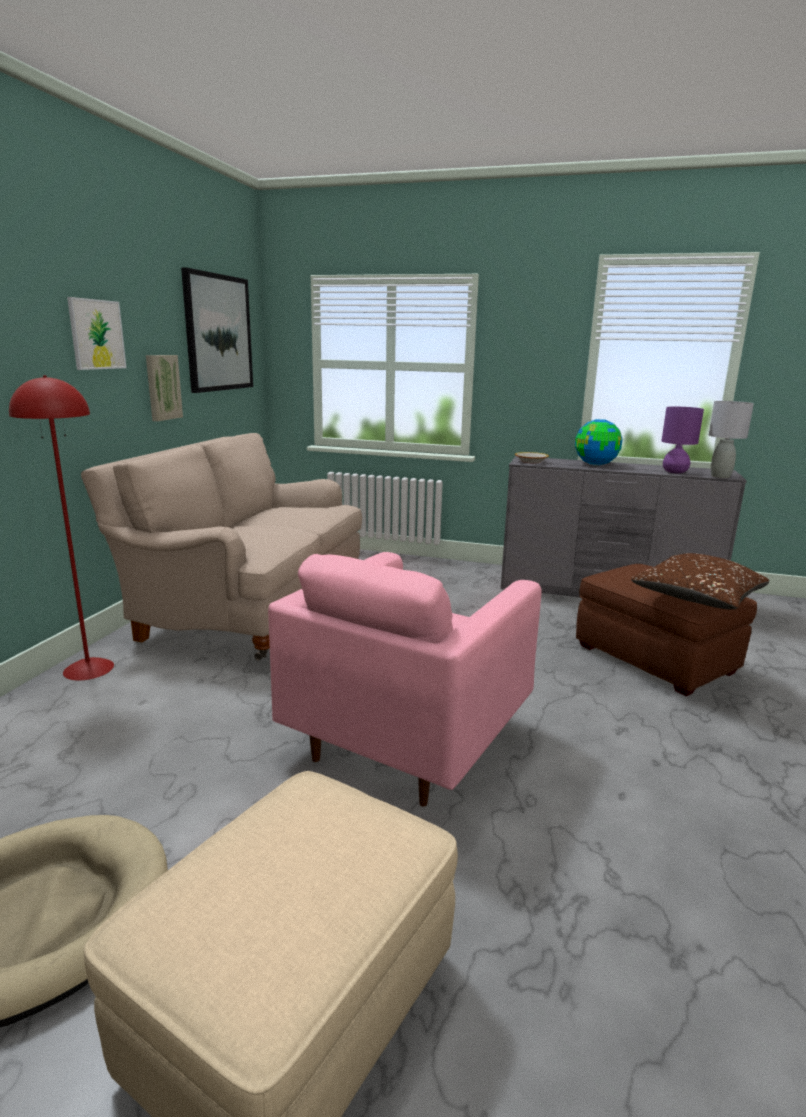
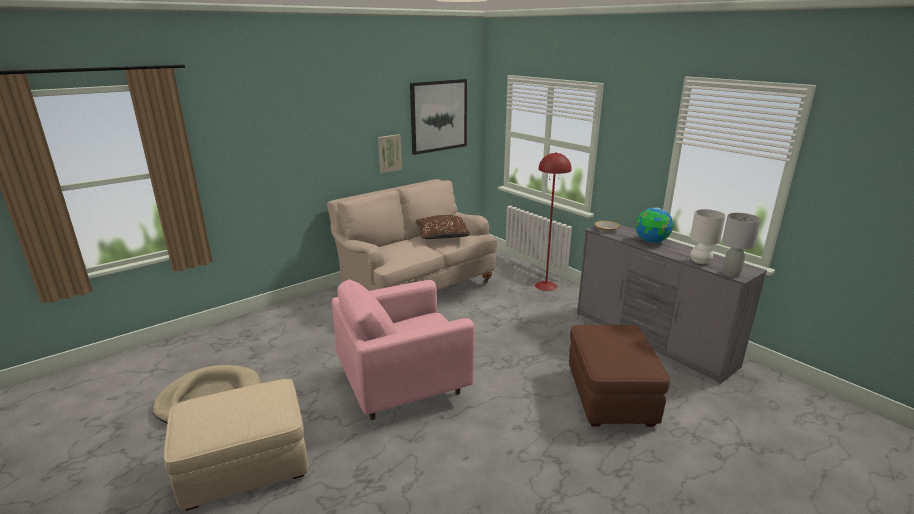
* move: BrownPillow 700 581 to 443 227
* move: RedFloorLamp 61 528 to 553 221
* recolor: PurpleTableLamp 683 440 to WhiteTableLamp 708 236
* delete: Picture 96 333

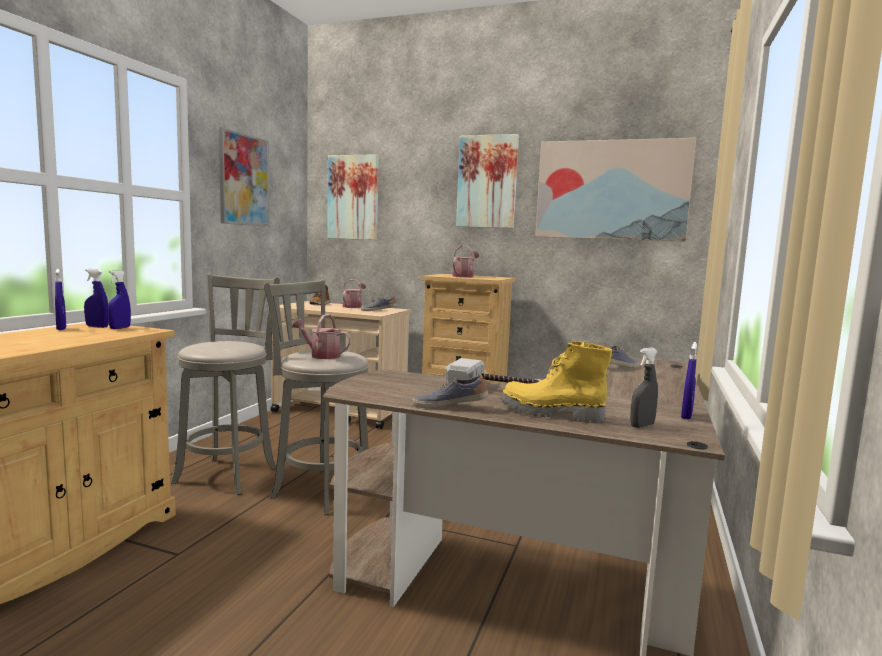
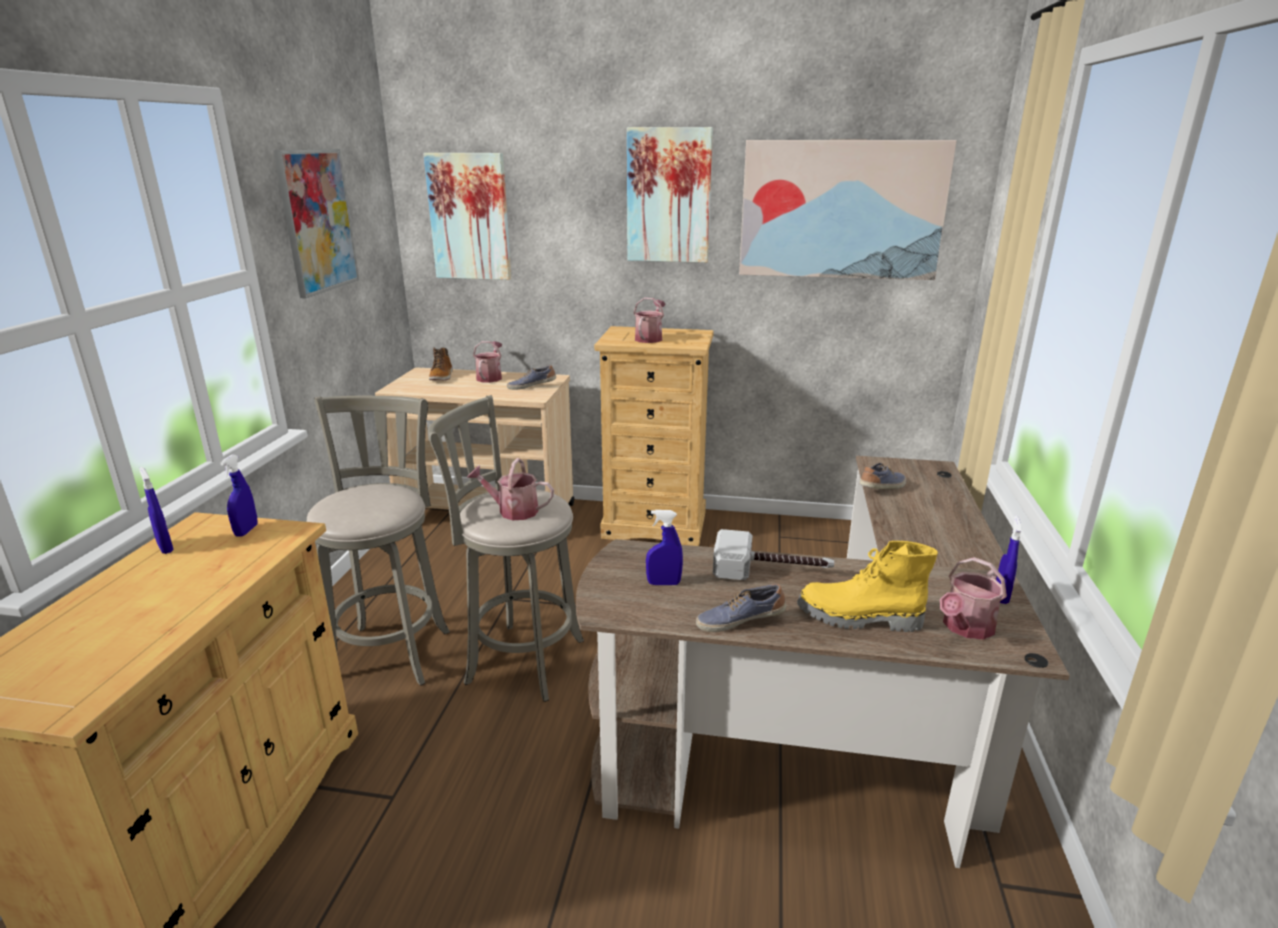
* move: BlueSprayBottle 96 298 to 664 547
* replace: GreySprayBottle 644 388 to WateringCan 973 598

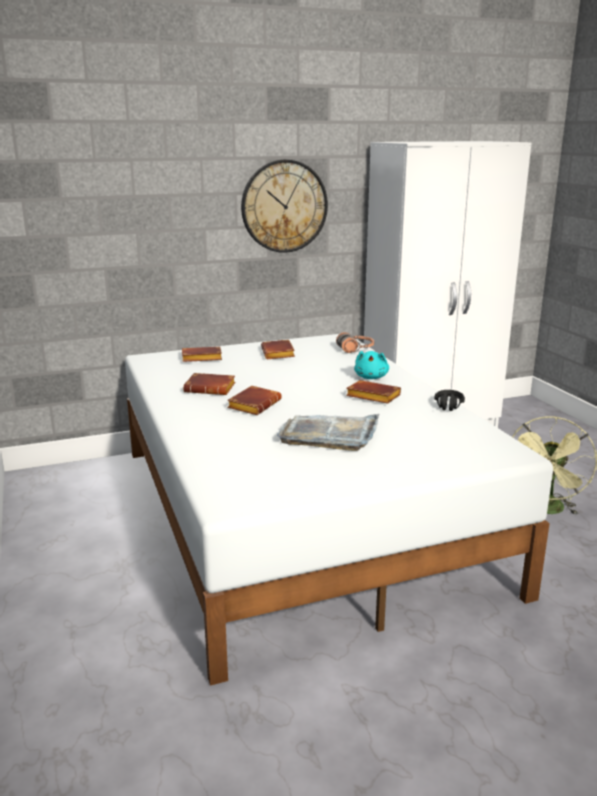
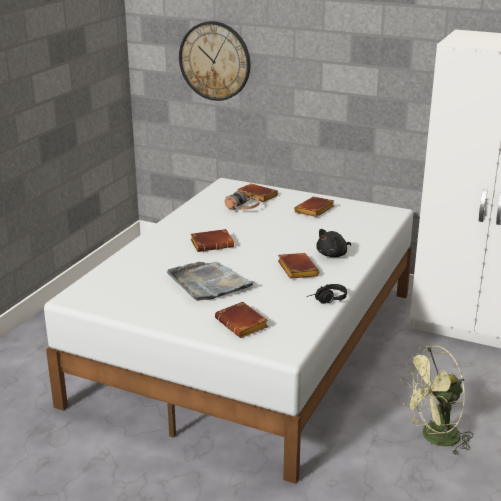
* move: WallClock 284 206 to 215 61
* move: BrownBook 209 384 to 241 320
* move: Headphones 355 342 to 242 200
* recolor: TurquoisePlushToy 371 365 to BlackPlushToy 333 243

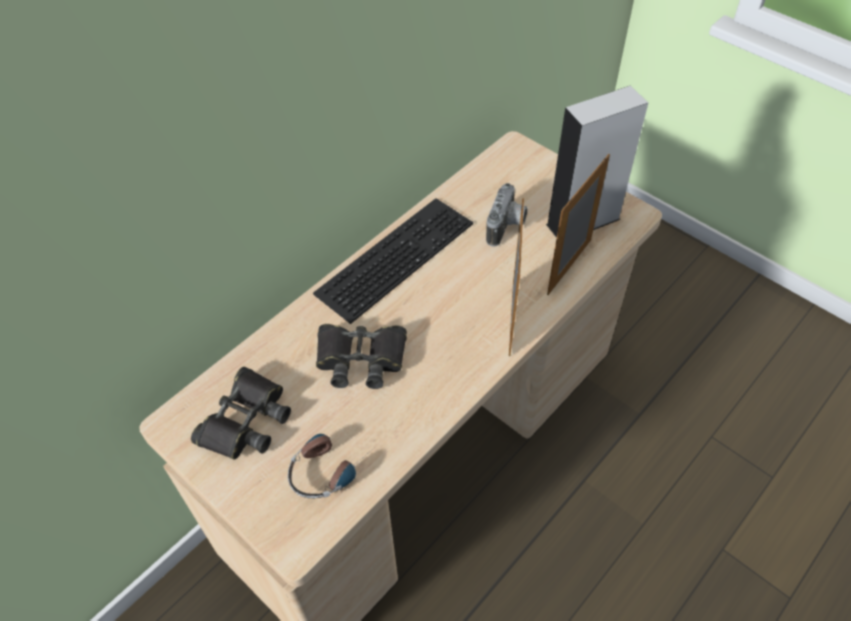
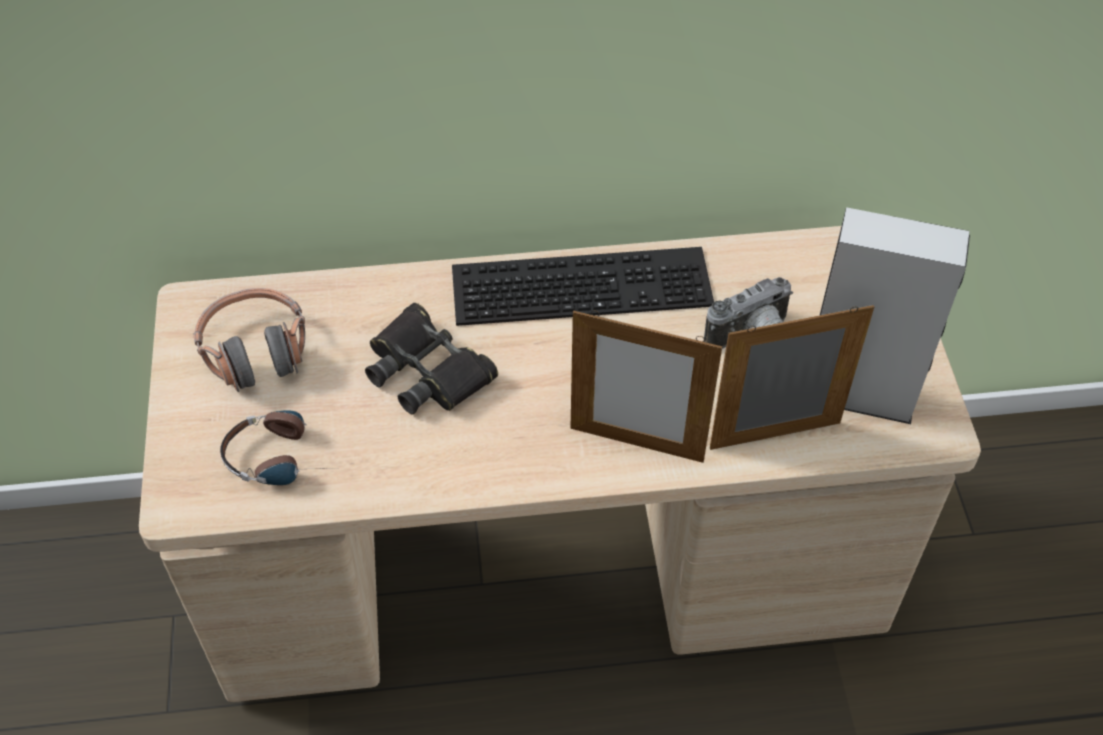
* replace: BlackBinoculars 241 413 to Headphones 249 340
* rotate: PictureFrame 516 277 = 646 387 60 degrees clockwise

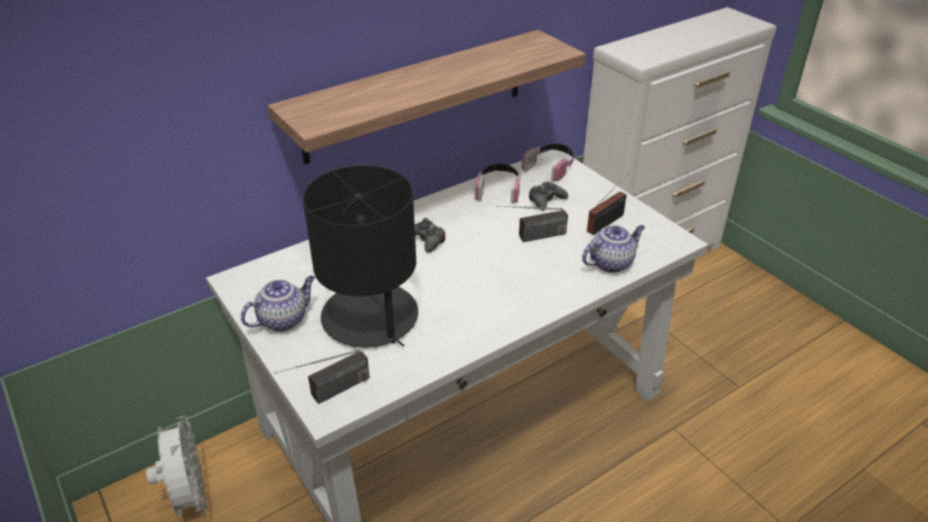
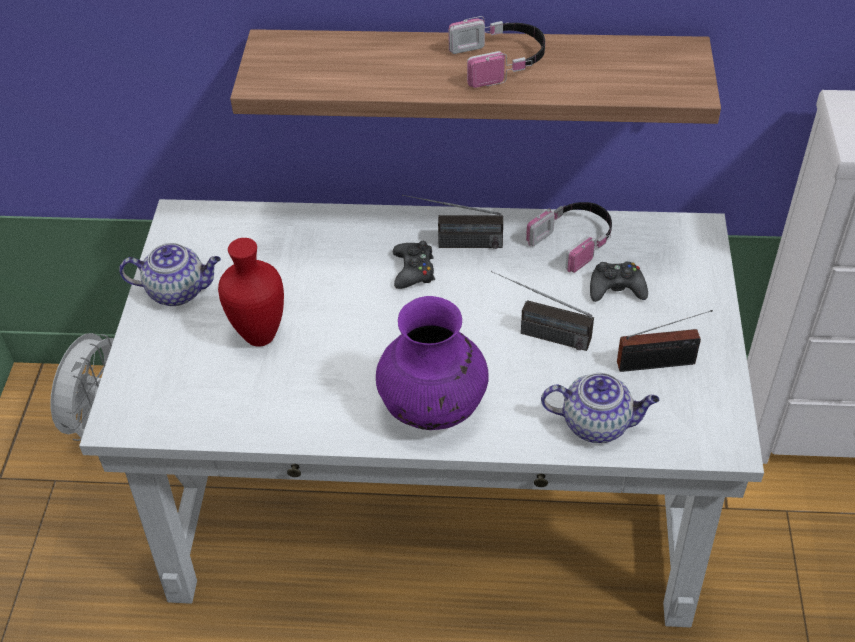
* replace: BlackTableLamp 360 256 to RedVase 251 292
* insert: PurpleVase 432 363
* move: Radio 322 377 to 452 221
* move: Headphones 548 163 to 496 52

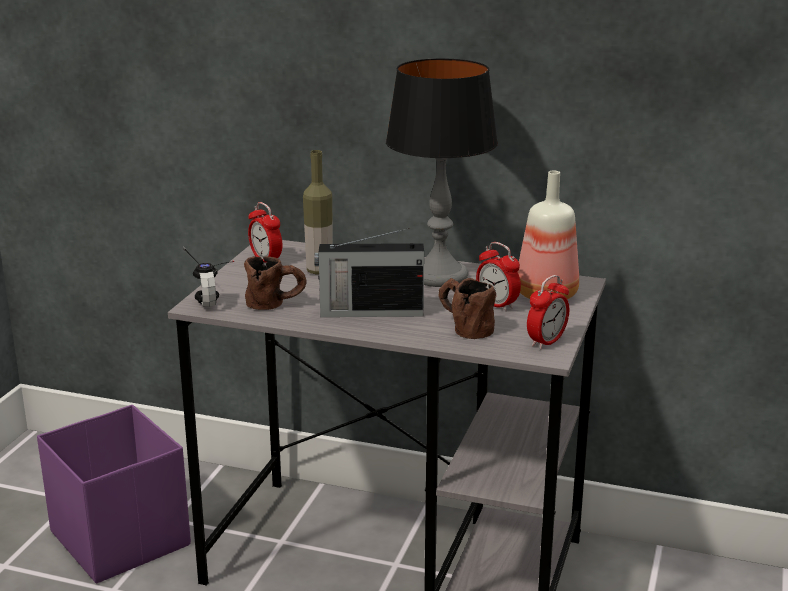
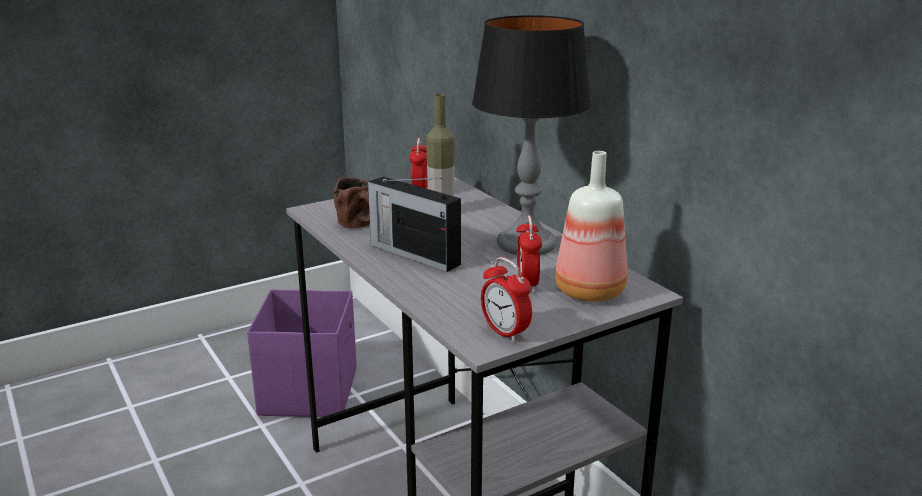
* rotate: AlarmClock 548 312 = 506 299 60 degrees clockwise
* delete: Headphones 208 276
* delete: BrownMug 467 308

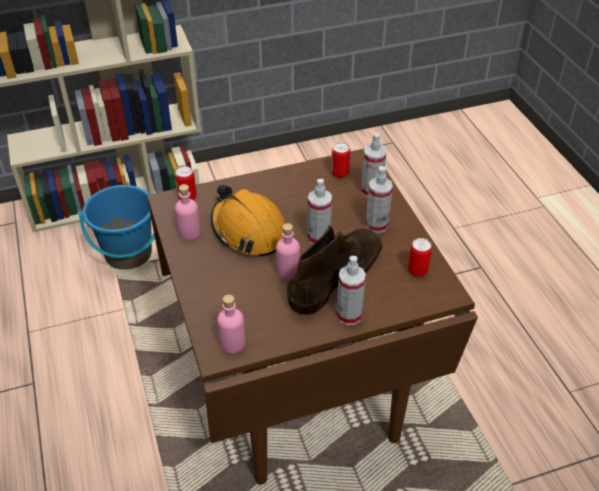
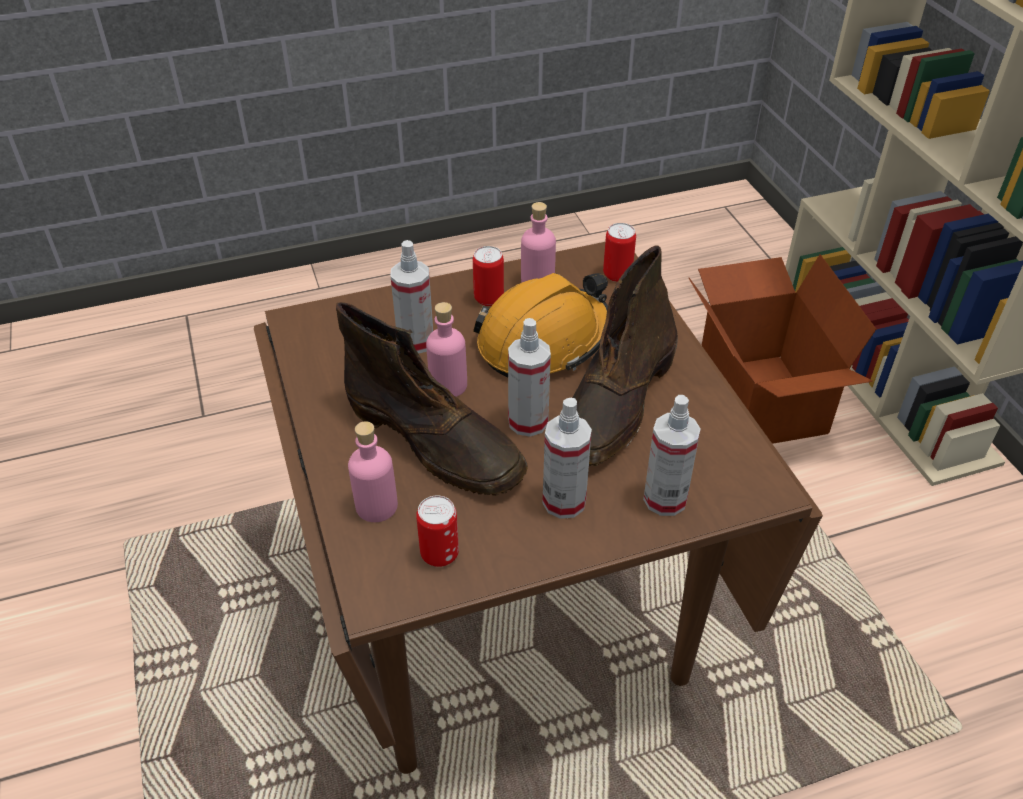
* move: PinkBottle 231 324 to 373 471
* move: SprayBottle 351 290 to 411 297
* move: Can 340 160 to 488 276
* insert: BrownBoot 625 355
* replace: BlueBucket 117 227 to CardboardBox 782 349

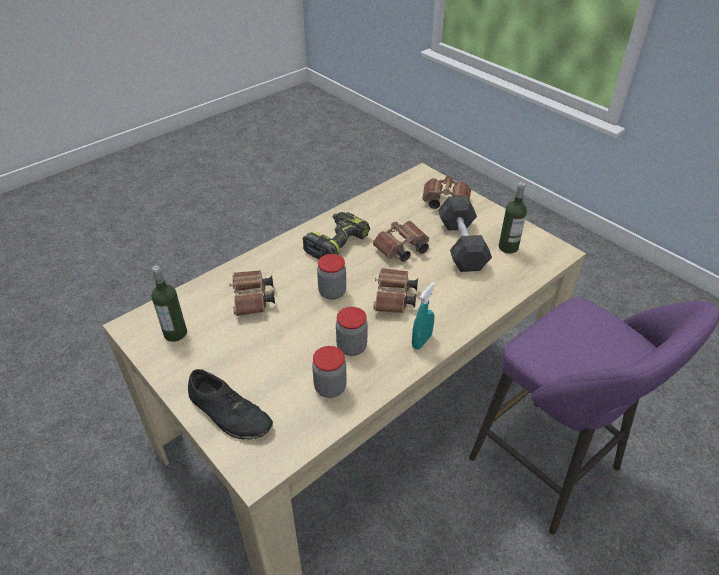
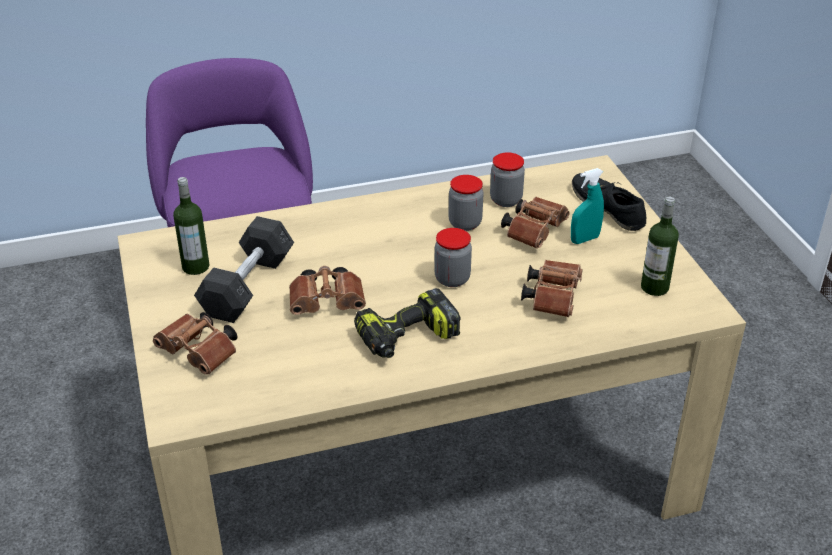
* move: BrownBinoculars 395 290 to 535 223
* move: TurquoiseSprayBottle 423 316 to 587 206

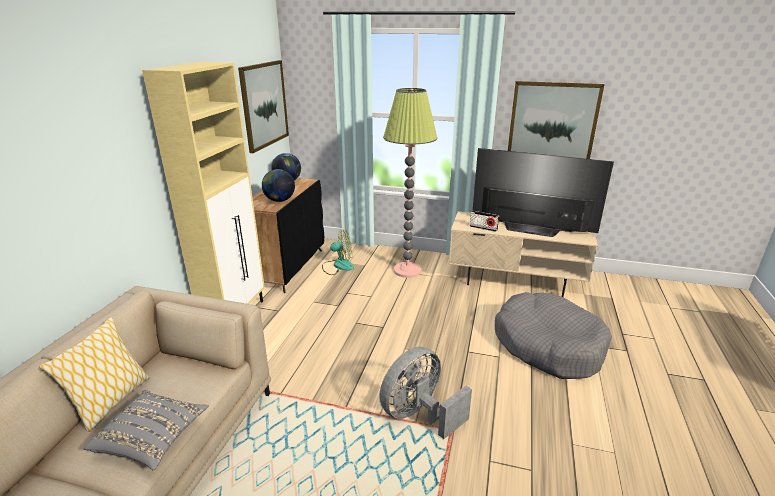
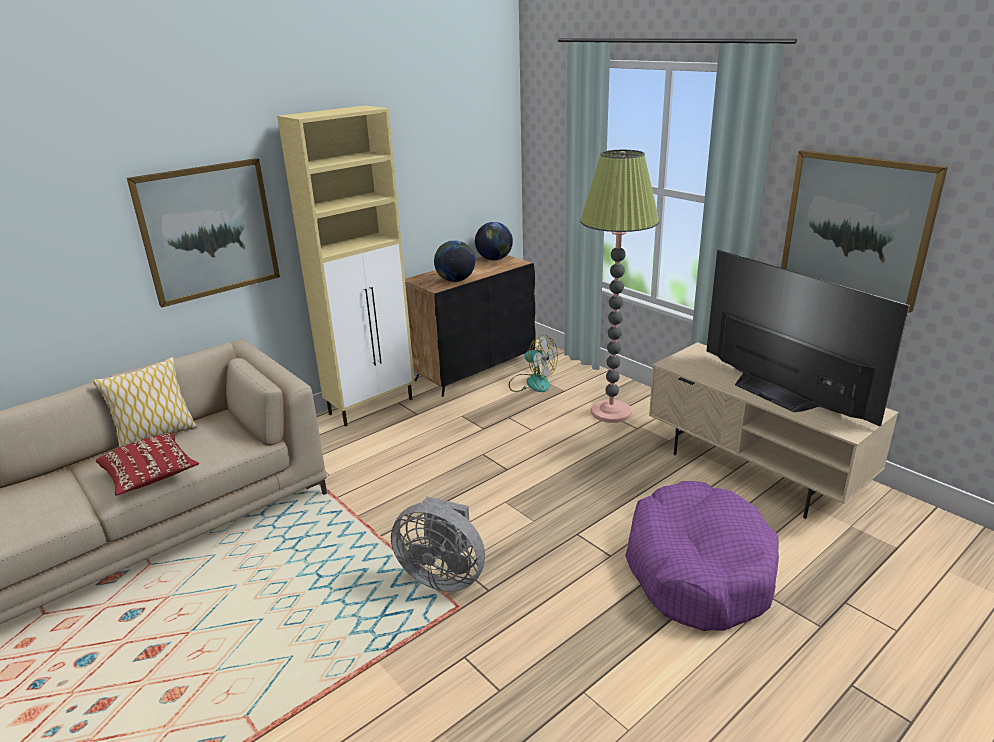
* recolor: GreyPillow 146 430 to RedPillow 147 464
* move: Picture 263 106 to 203 232
* rotate: GreyFan 425 393 = 438 544 150 degrees counterclockwise
* recolor: GreyDogBed 553 335 to PurpleDogBed 702 556
* delete: Radio 484 221

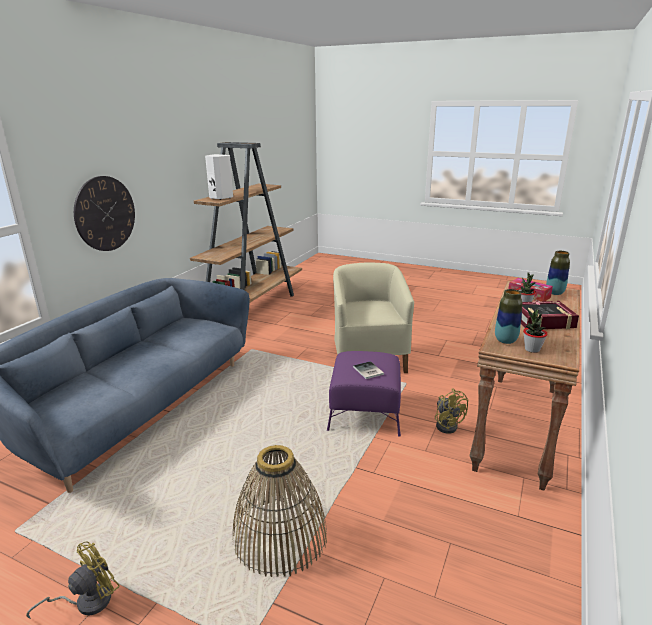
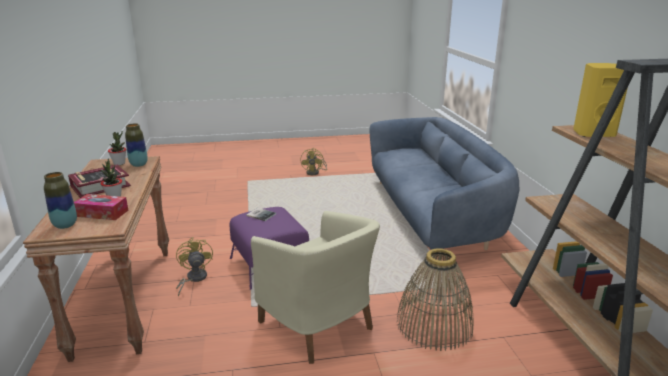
* rotate: YellowFan 452 411 = 194 267 45 degrees clockwise
* move: Basket 280 511 to 435 299
* recolor: WhiteSpeaker 219 177 to YellowSpeaker 600 100
* delete: WallClock 104 213

